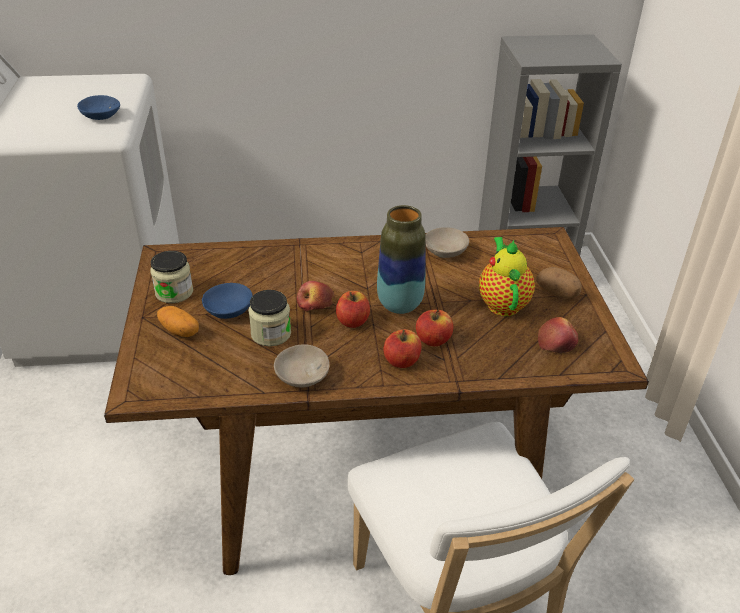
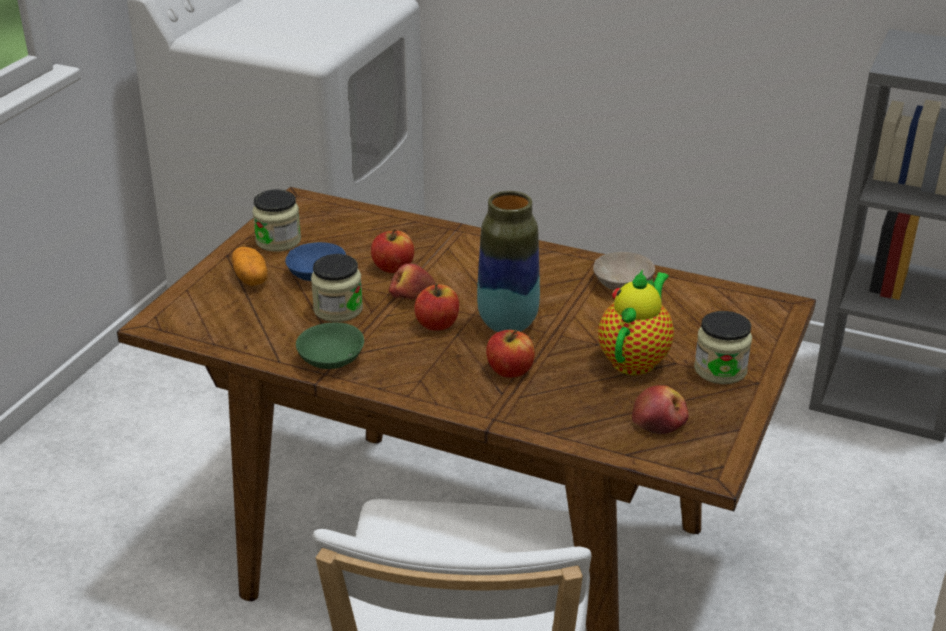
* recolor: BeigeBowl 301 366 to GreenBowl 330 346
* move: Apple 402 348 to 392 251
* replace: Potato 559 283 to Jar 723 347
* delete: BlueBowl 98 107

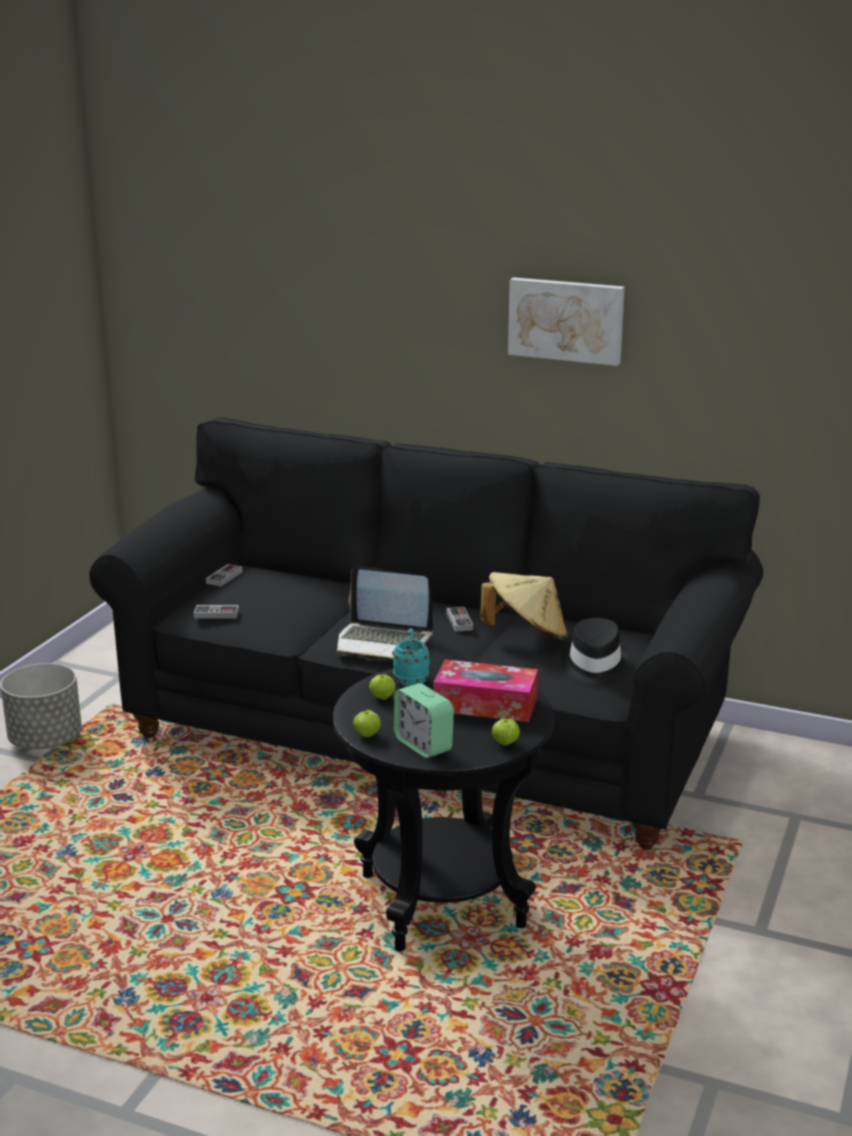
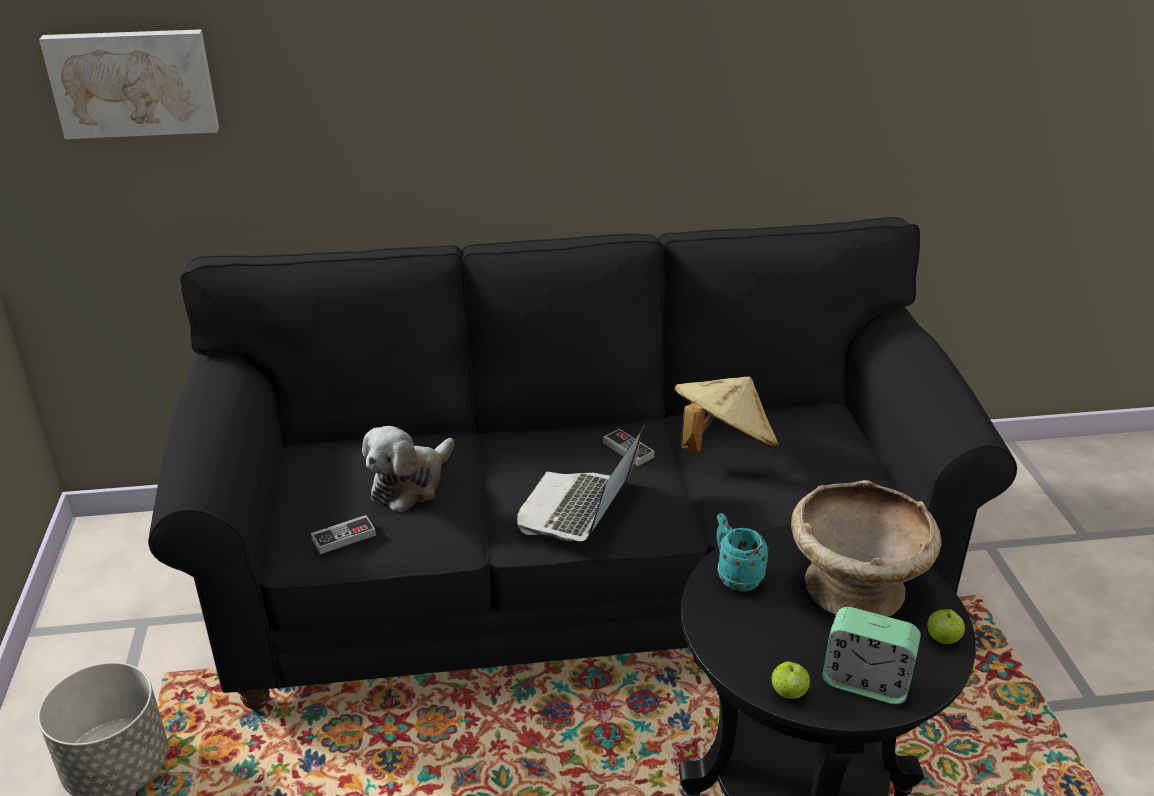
* move: Picture 566 321 to 129 84
* insert: PlushToy 408 469
* rotate: Laptop 385 613 = 581 482 120 degrees clockwise
* replace: TissueBox 486 690 to BeigeBowl 866 548
* delete: GameController 224 575
* delete: Apple 382 686
* delete: BlackHat 595 651

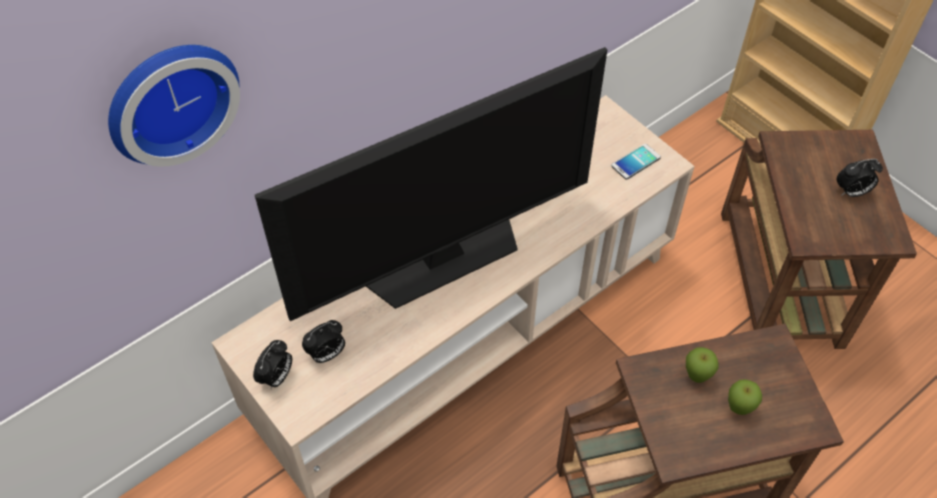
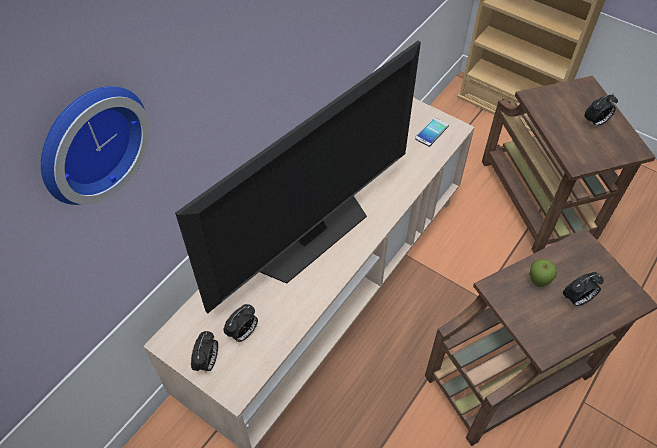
* replace: Apple 745 397 to AlarmClock 583 289

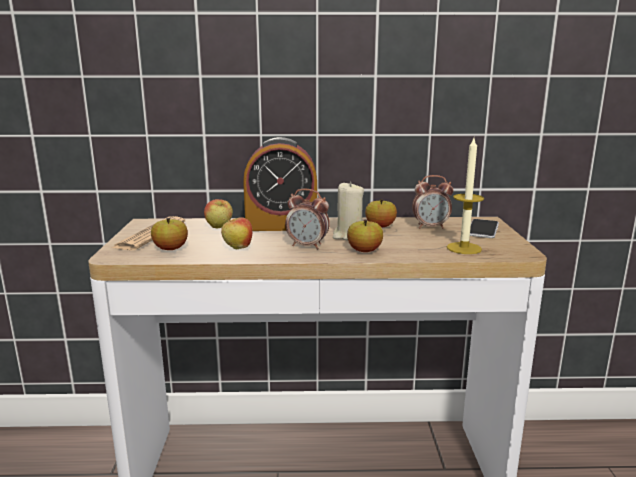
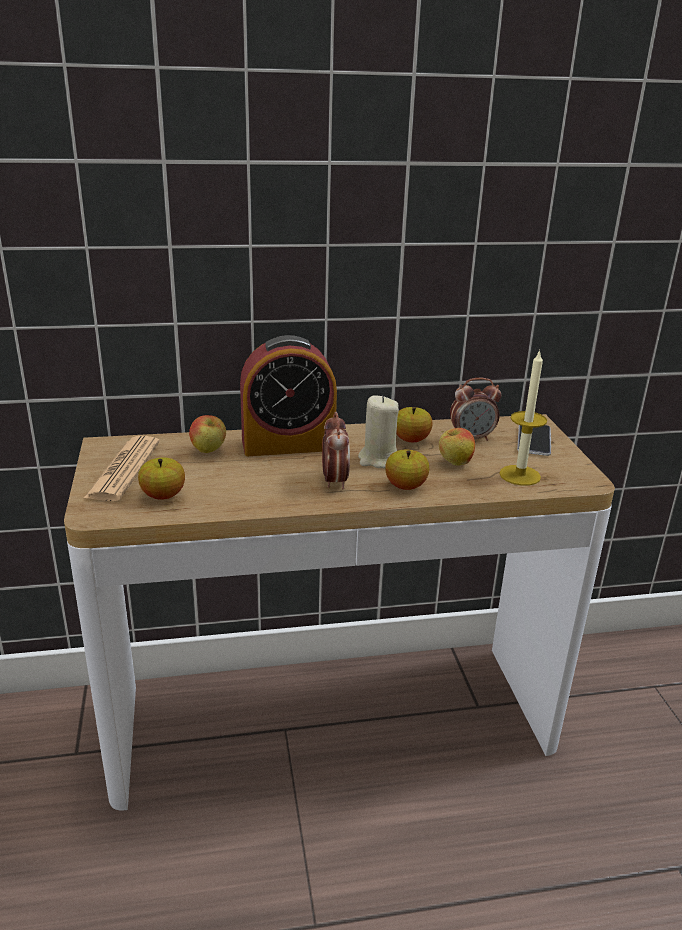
* rotate: AlarmClock 307 219 = 336 450 105 degrees counterclockwise
* move: Apple 236 233 to 457 447

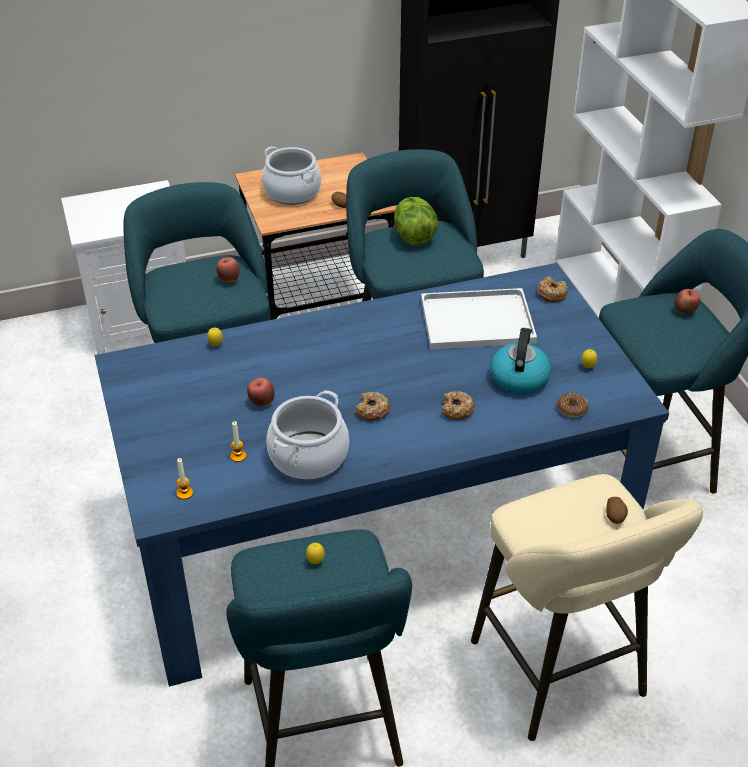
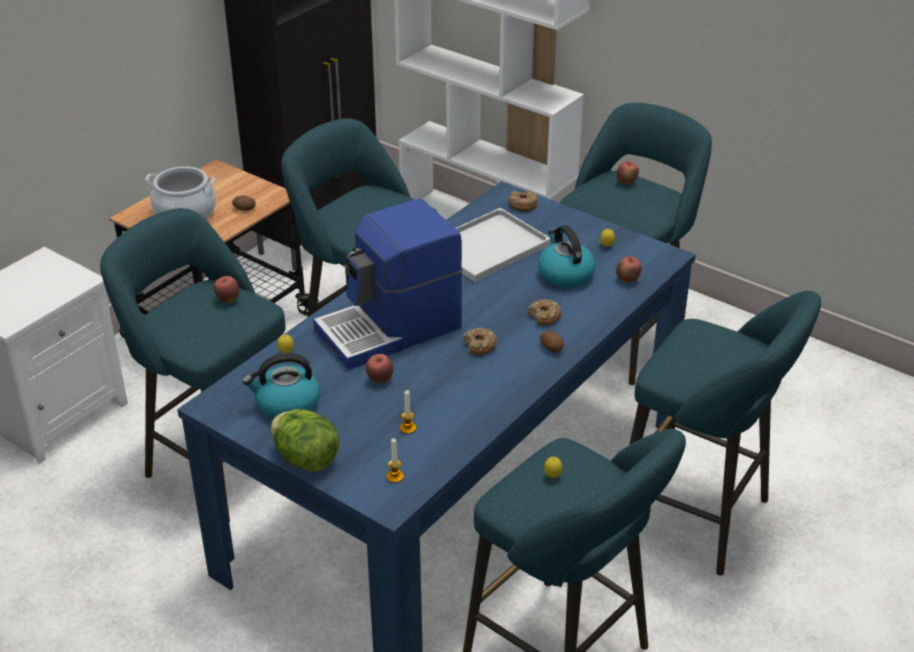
* insert: Kettle 281 385
* move: Lettuce 416 221 to 305 440
* insert: CoffeeMachine 388 284
* move: Potato 617 510 to 552 341
* replace: Donut 573 405 to Apple 629 269
* recolor: BeigeStool 587 607 to TurquoiseStool 725 433
* delete: CookingPot 307 435

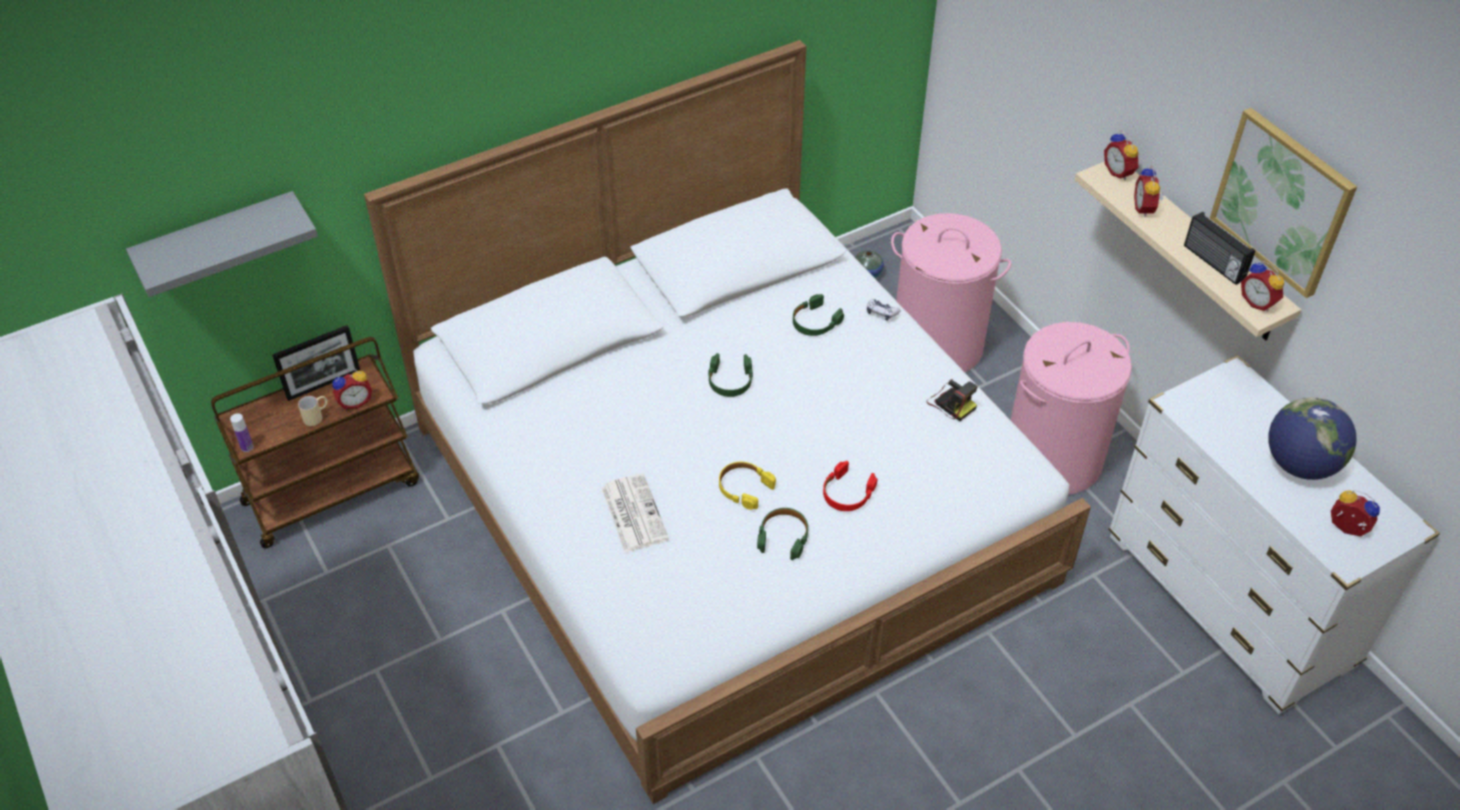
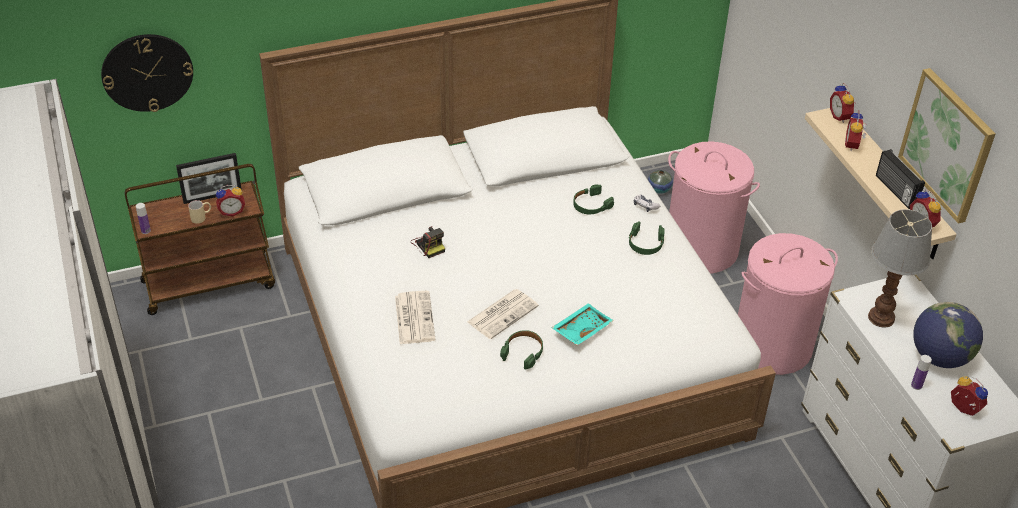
* replace: GreyShelf 222 244 to WallClock 147 73
* move: PhotoCamera 952 400 to 427 242
* replace: YellowHeadphones 747 486 to Newspaper 503 314
* replace: RedHeadphones 850 486 to TurquoiseTray 582 324
* move: GreenHeadphones 730 375 to 647 238
* insert: TableLamp 900 268
* insert: Bottle 921 372

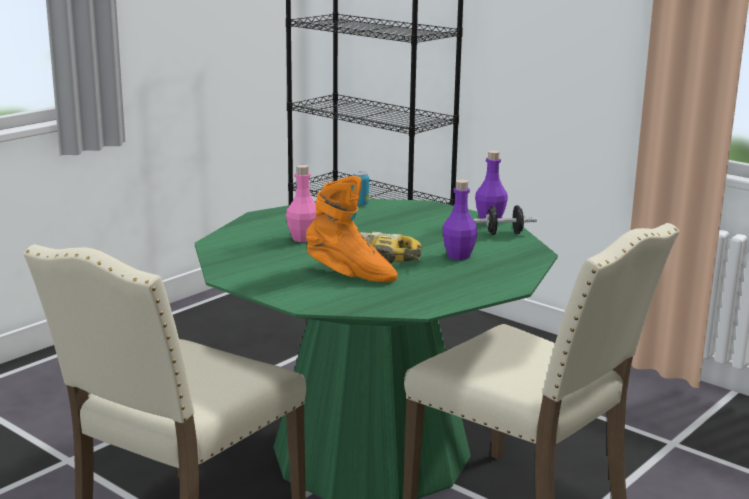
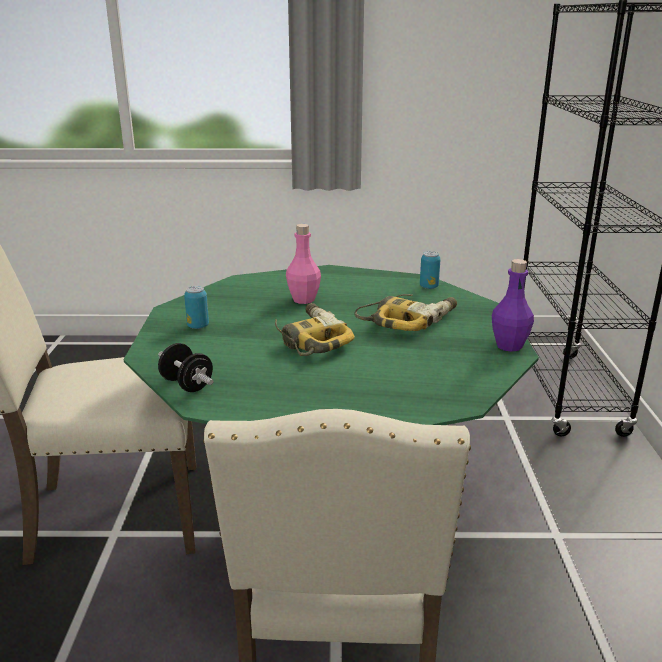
* move: BlackDumbbell 505 220 to 186 367
* insert: Can 196 307
* insert: PowerDrill 405 312
* delete: OrangeBoot 352 229
* delete: PurpleBottle 459 219

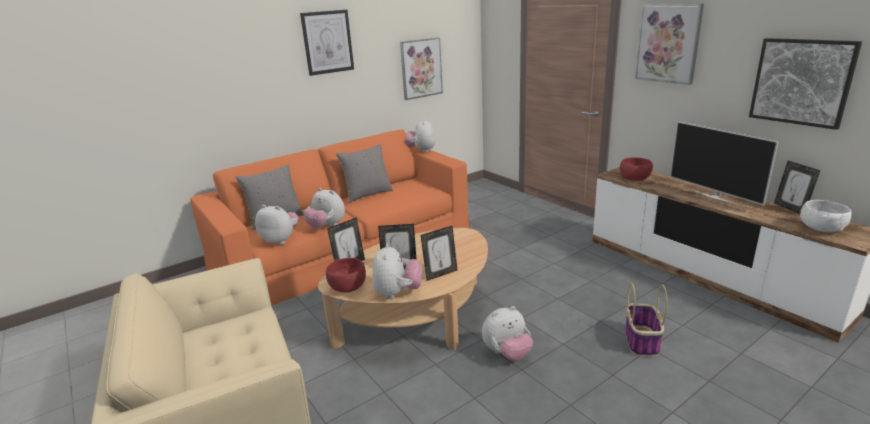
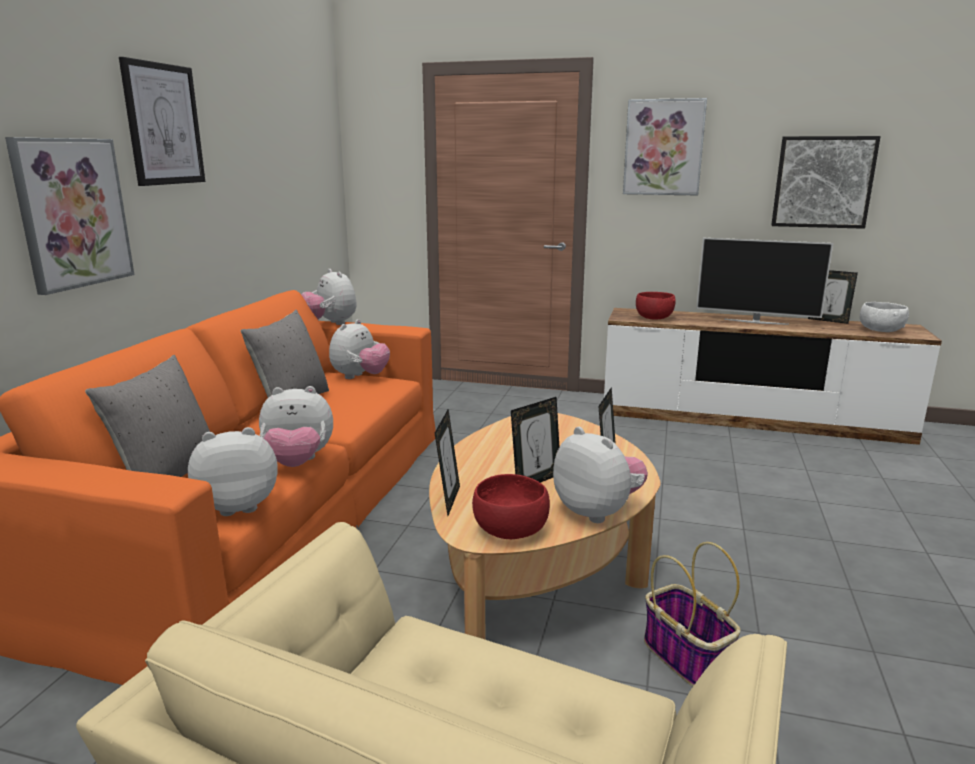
* move: Picture 421 69 to 70 216
* move: PlushToy 507 333 to 359 349
* move: Basket 646 320 to 692 614

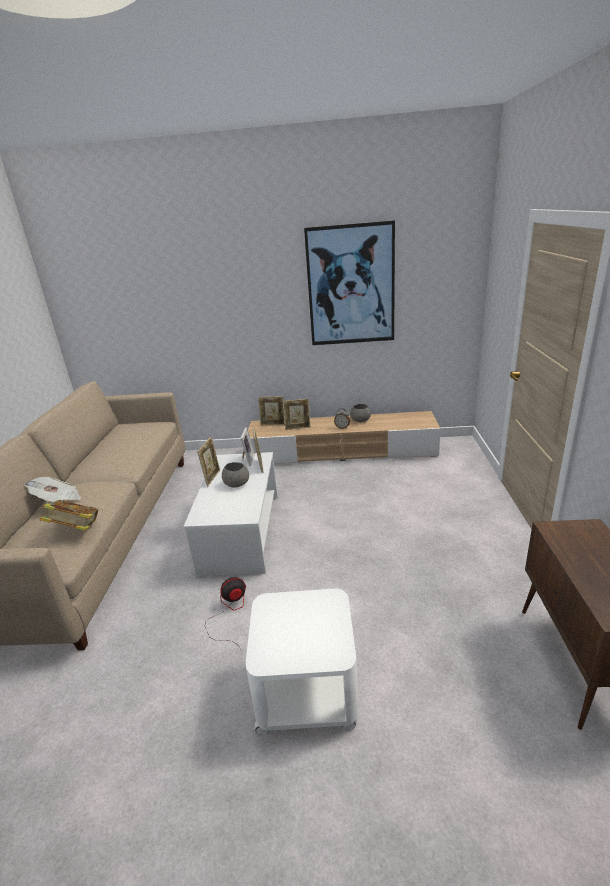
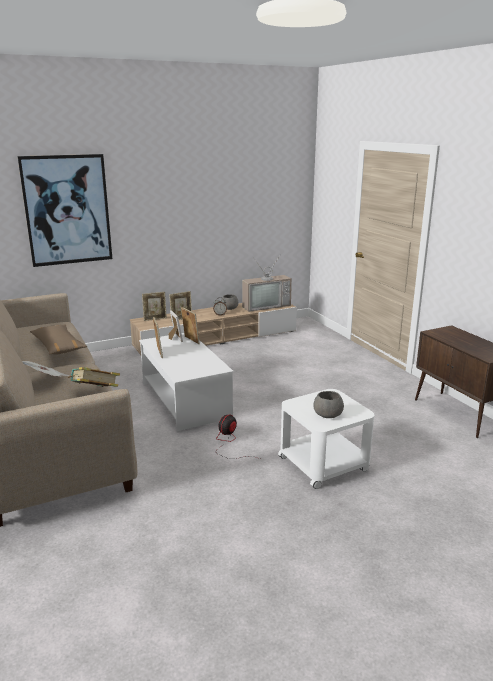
* move: Picture 349 282 to 64 210
* insert: BrownPillow 58 339
* insert: Television 267 283
* move: GreyBowl 235 475 to 328 404

